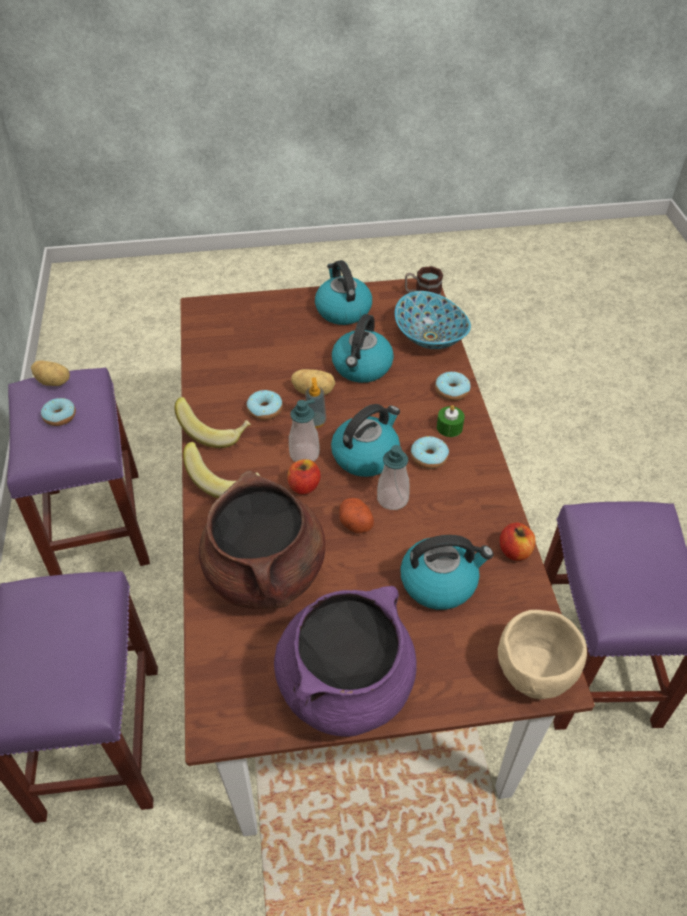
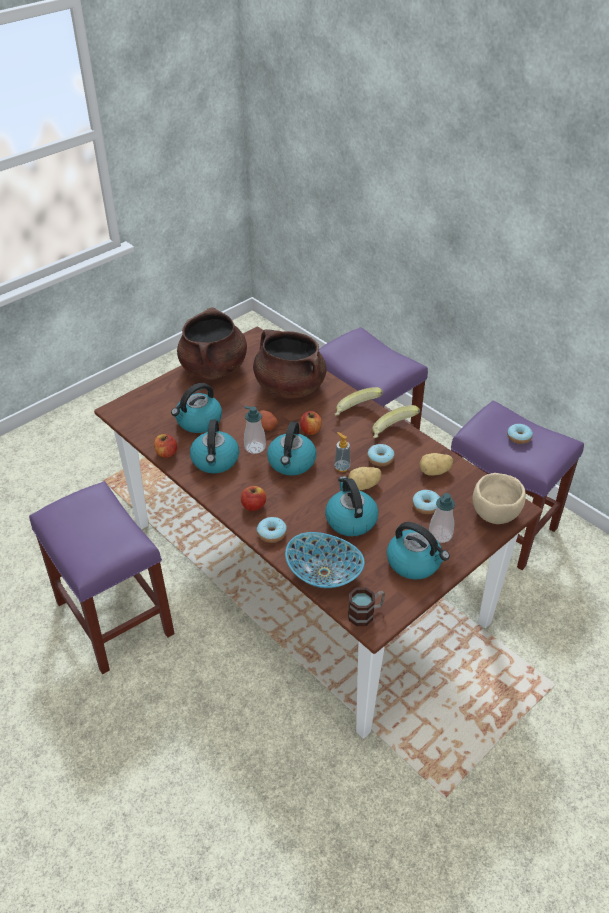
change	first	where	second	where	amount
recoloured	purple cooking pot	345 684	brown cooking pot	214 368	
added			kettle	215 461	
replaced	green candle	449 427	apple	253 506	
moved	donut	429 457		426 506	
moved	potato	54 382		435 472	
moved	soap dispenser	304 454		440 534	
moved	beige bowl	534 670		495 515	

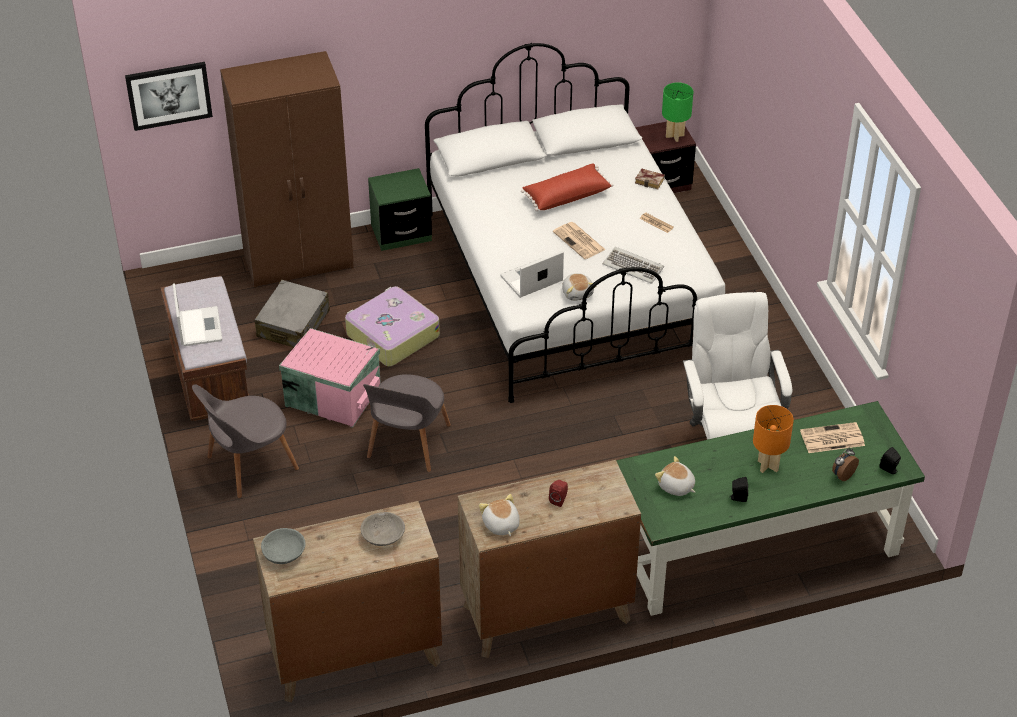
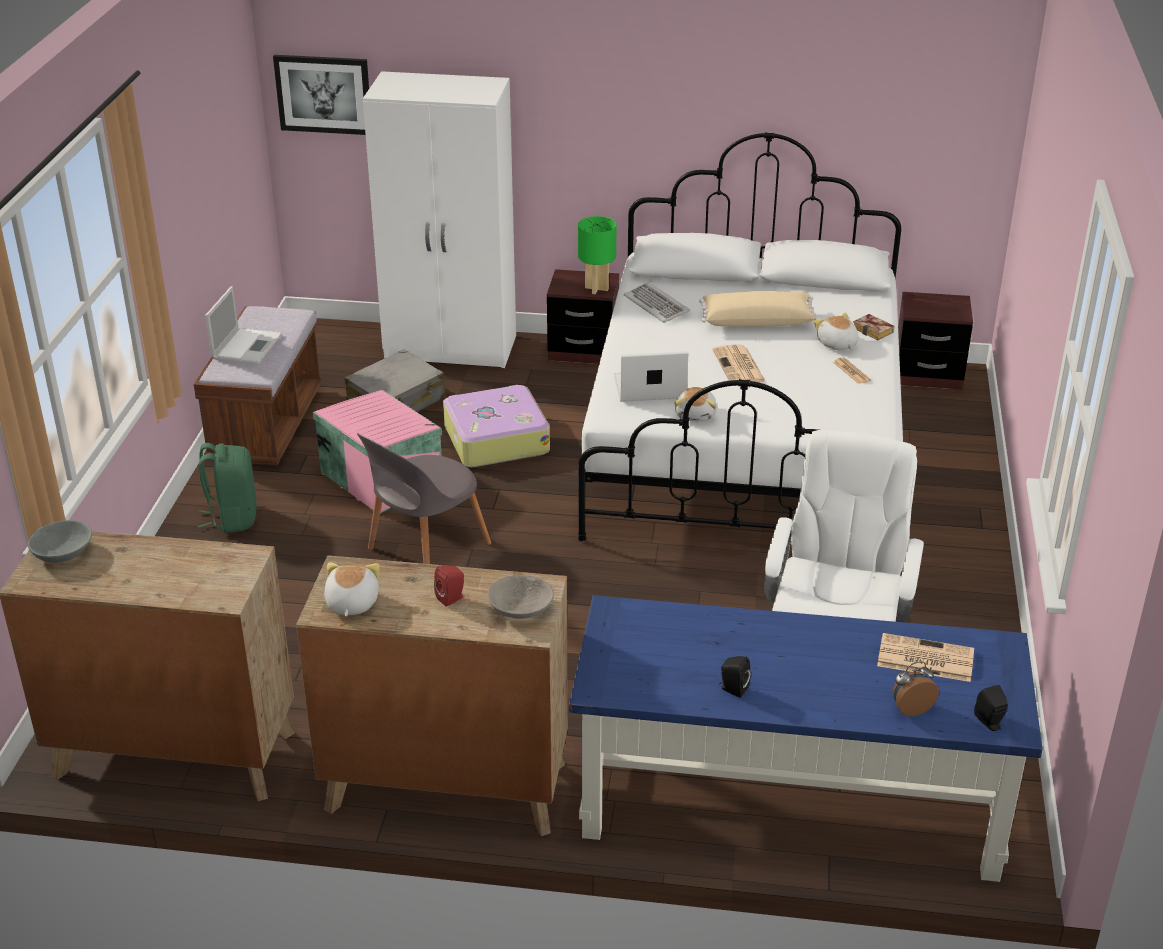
change	first	where	second	where	amount
replaced	grey chair	249 465	green backpack	232 518	
recoloured	brown wardrobe	300 261	white wardrobe	451 348	
moved	grey bowl	383 536		520 609	
recoloured	green nightstand	401 233	brown nightstand	583 350	
recoloured	green desk	756 549	blue desk	788 804	
moved	green table lamp	675 136		597 288	
moved	keyboard	633 267		657 305	
recoloured	red pillow	566 195	beige pillow	757 321	
moved	plush toy	676 487		836 344	
removed	orange table lamp	768 465			

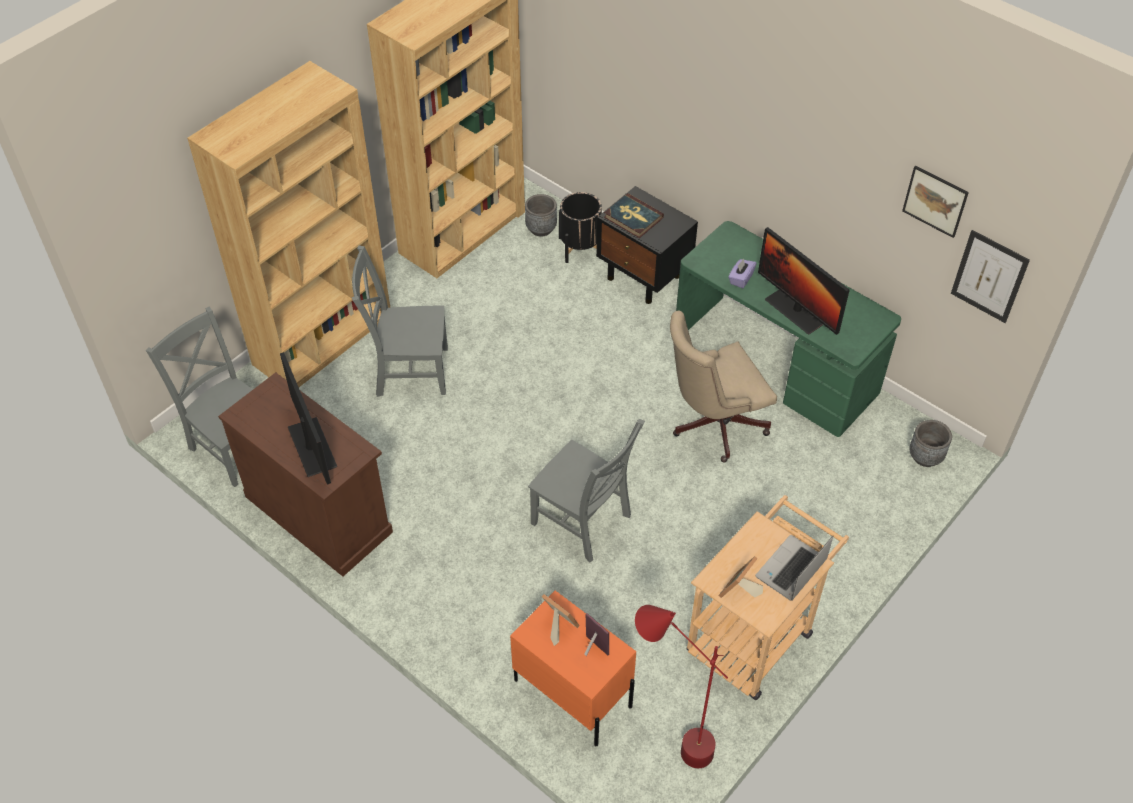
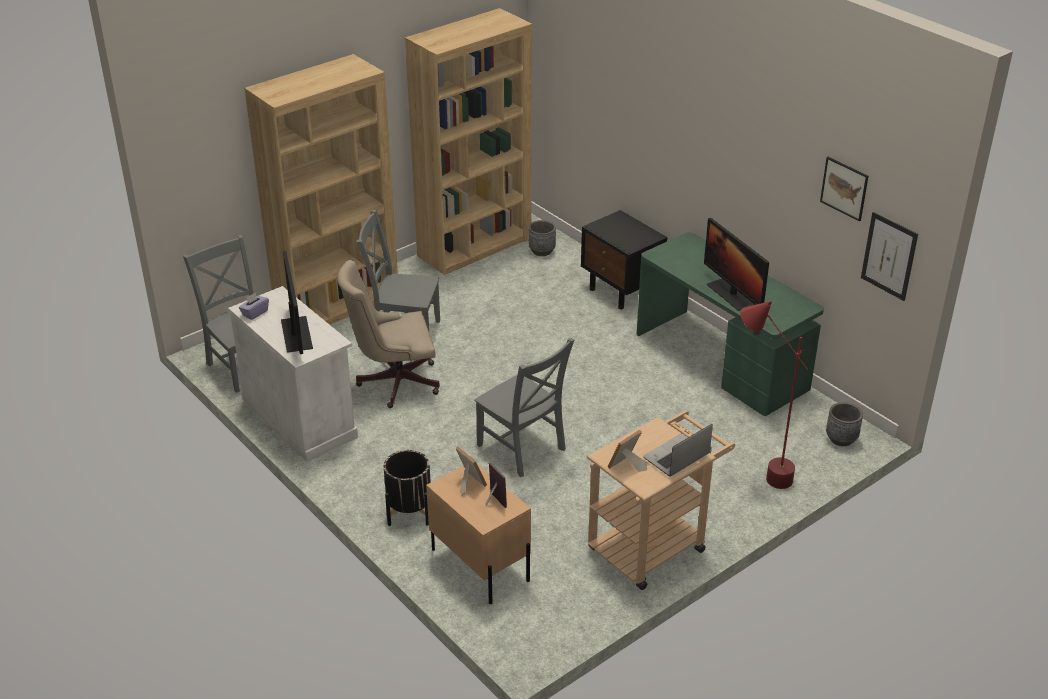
change	first	where	second	where	amount
recoloured	brown cabinet	319 514	white cabinet	300 418	
moved	purple tissue box	740 279		255 313	
moved	beige office chair	712 424		393 382	
moved	black planter	580 247		409 511	
recoloured	orange nightstand	572 692	beige nightstand	479 564	
moved	red floor lamp	670 743		758 472	
removed	book	633 218			

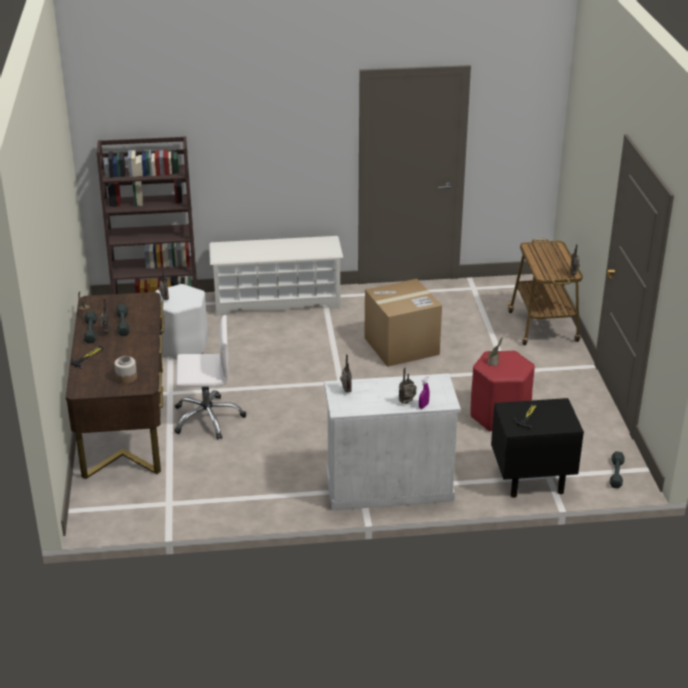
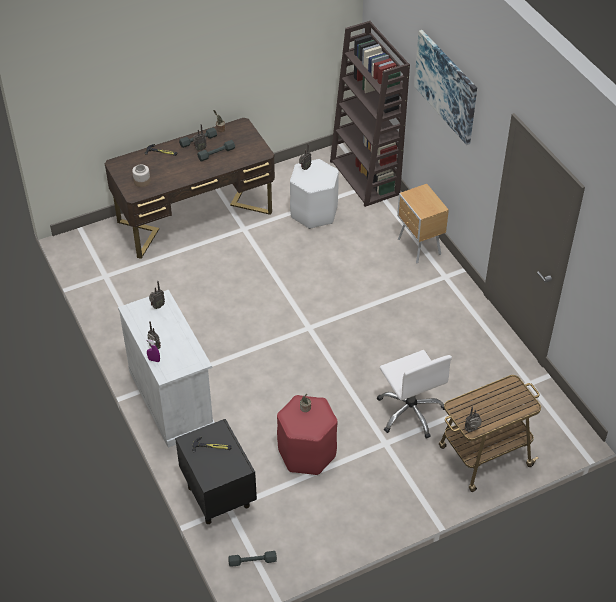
change	first	where	second	where	amount
moved	white office chair	207 418		411 412	
replaced	white shoe rack	277 301	brown nightstand	419 248	
added			picture	446 86	
removed	cardboard box	401 346			

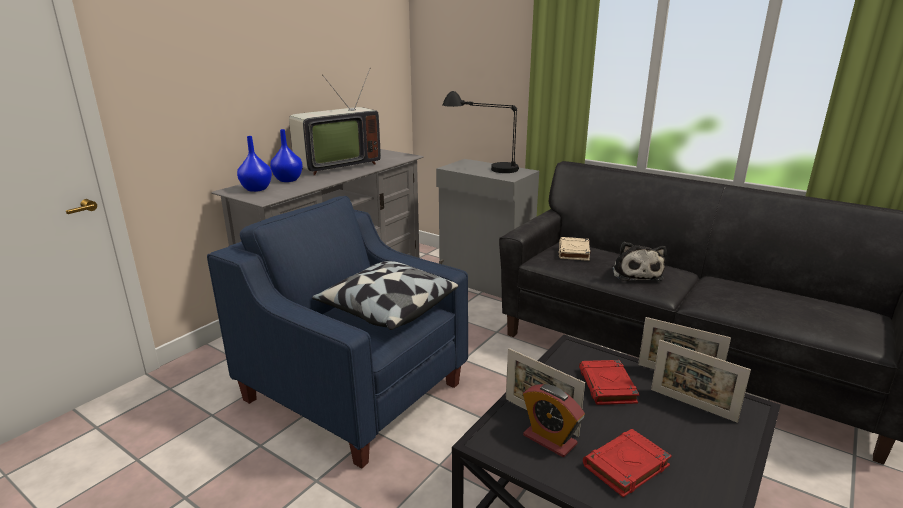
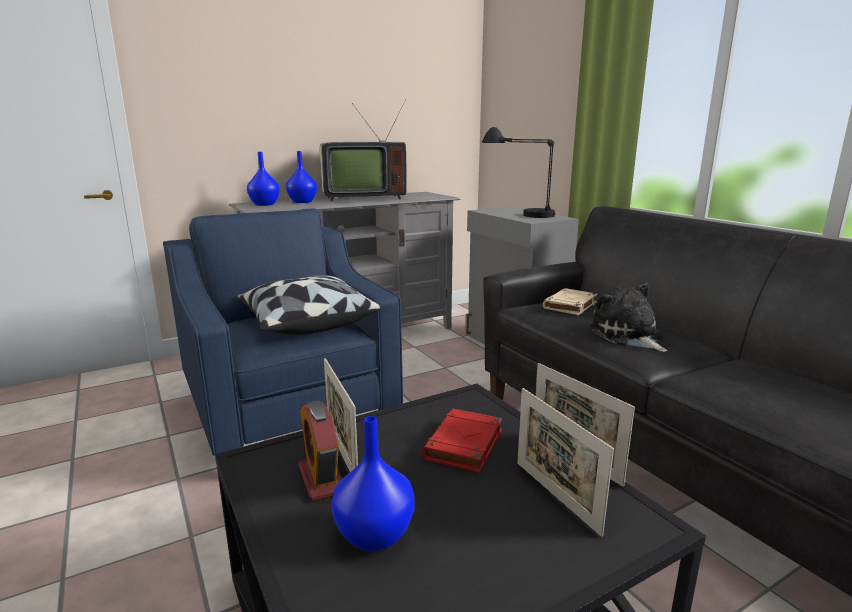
change	first	where	second	where	amount
replaced	red book	626 466	blue vase	373 536	
turned	plush toy	636 273		628 336	135 degrees clockwise

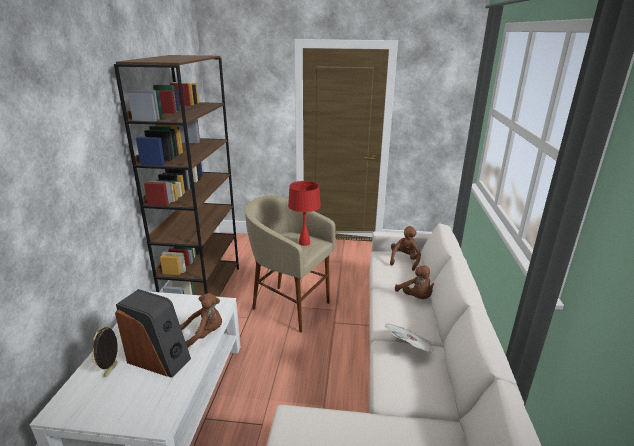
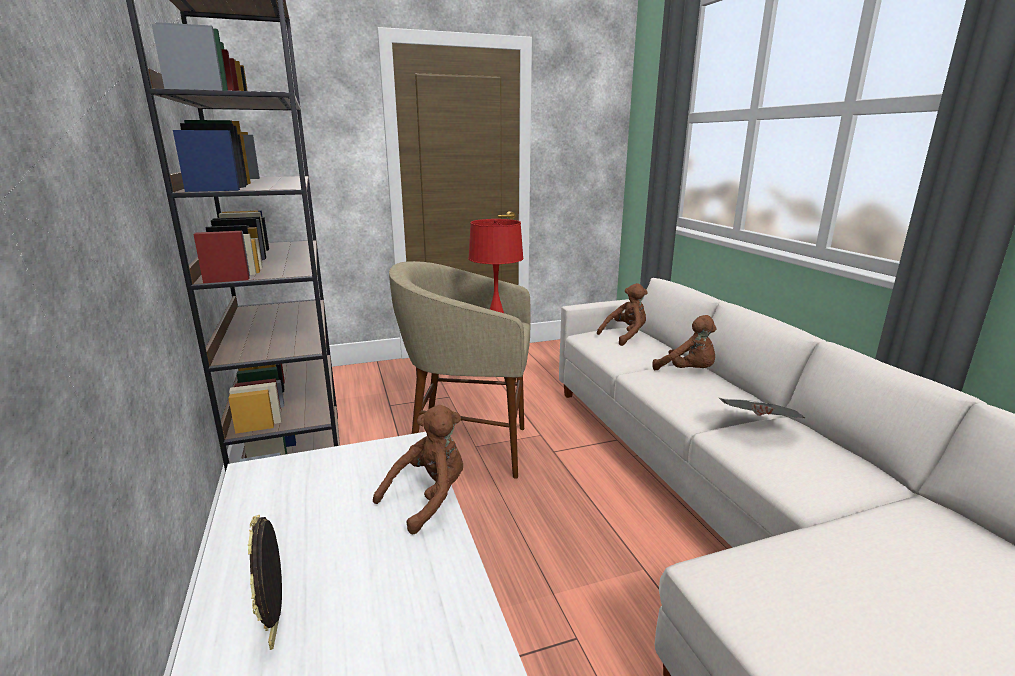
change	first	where	second	where	amount
turned	brown plush toy	404 260		625 336	60 degrees clockwise
removed	speaker	159 359			

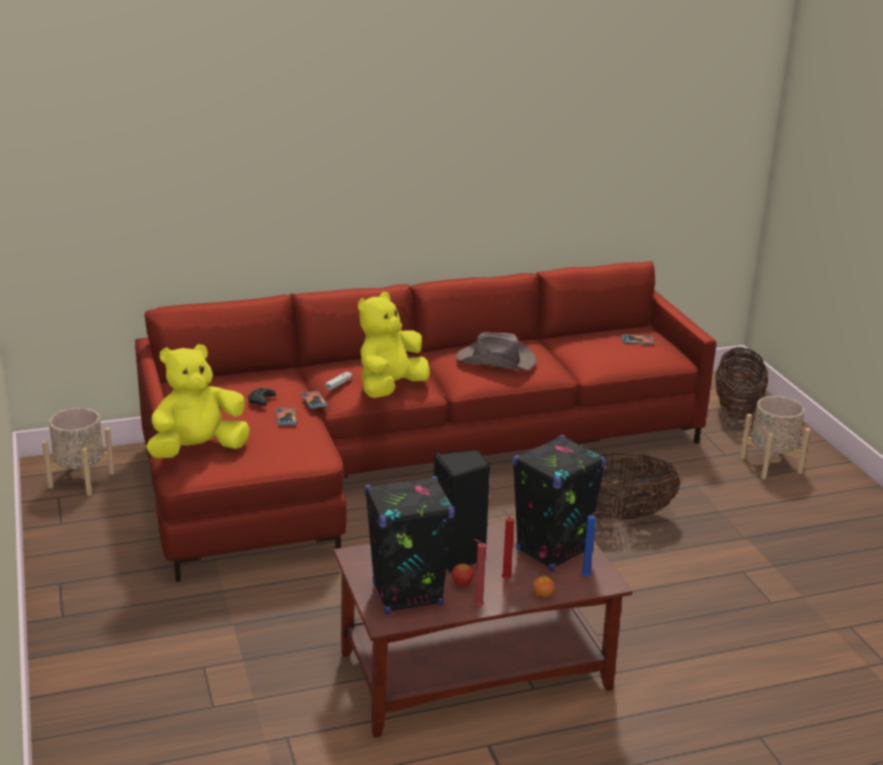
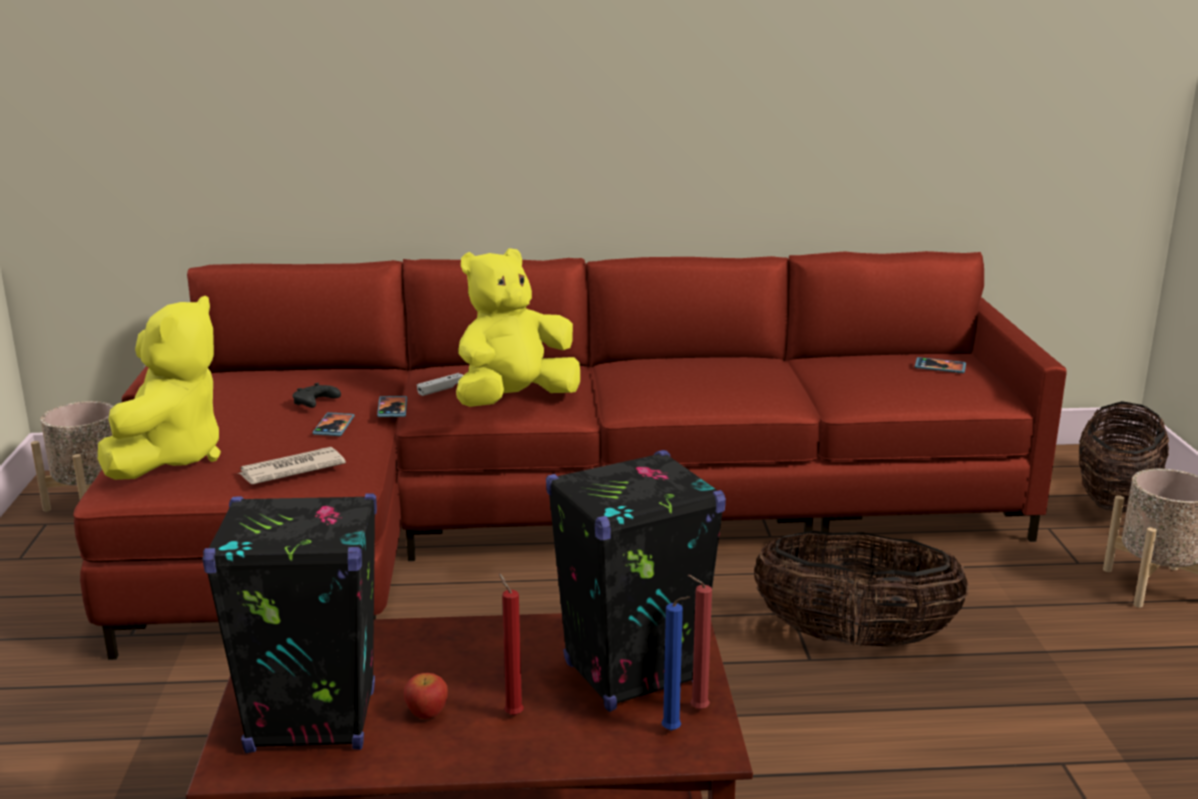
change	first	where	second	where	amount
turned	yellow plush toy	198 450		170 457	120 degrees clockwise
added			newspaper	290 470	
moved	red candle	476 607		696 709	
removed	black speaker	459 556			
removed	brown hat	496 361			
removed	apple	542 594			

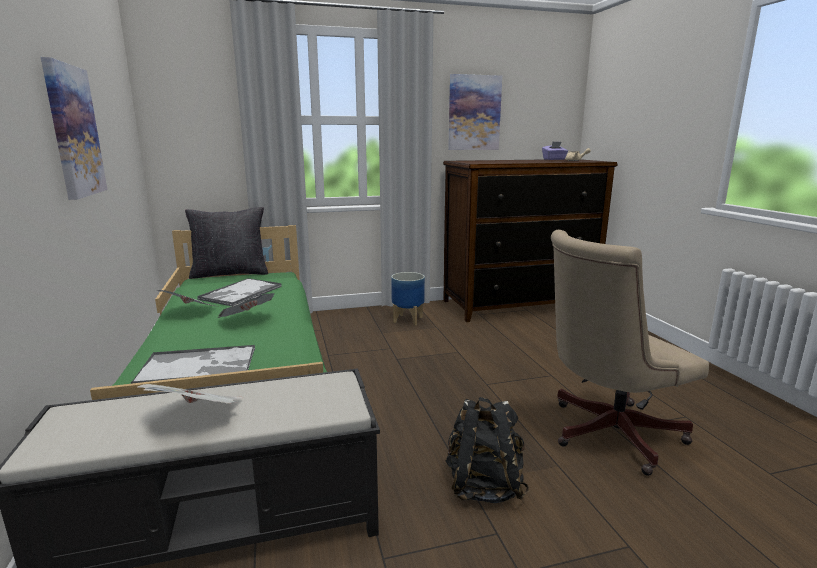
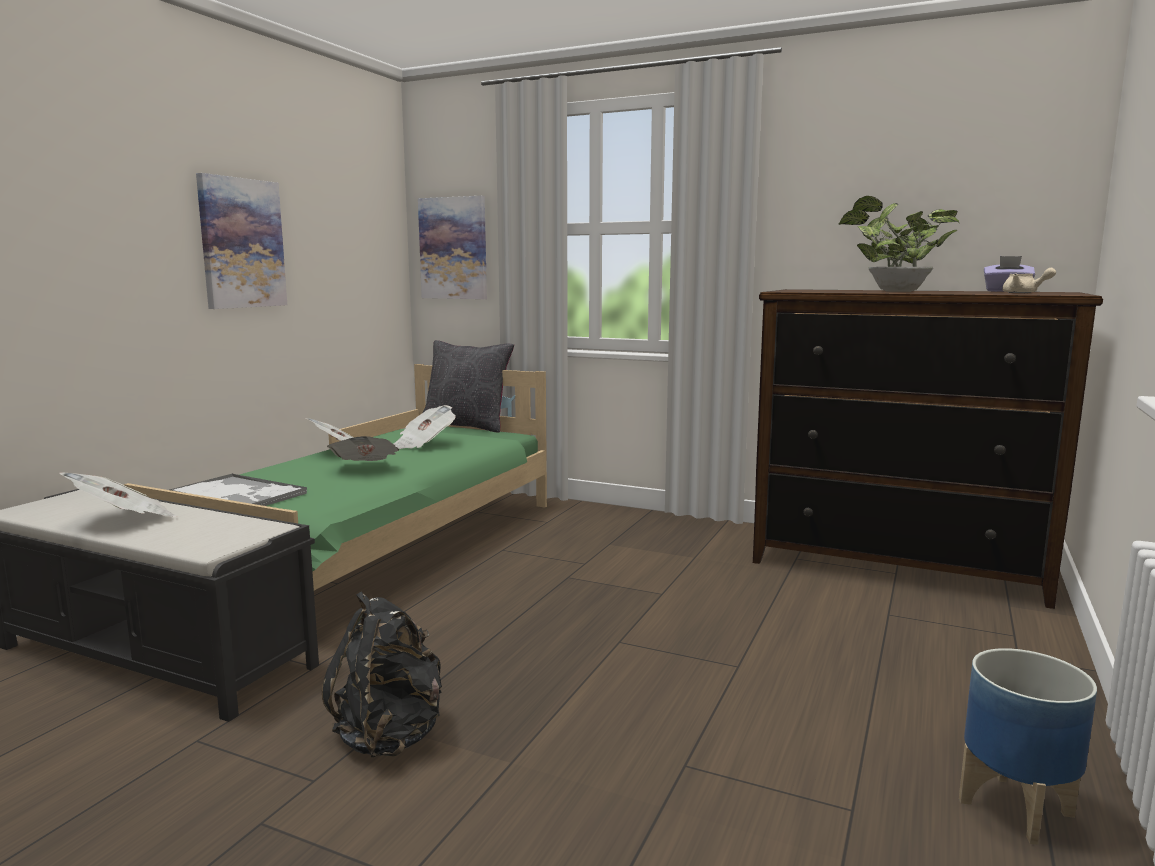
change	first	where	second	where	amount
replaced	tray	240 293	newspaper	423 444	
moved	picture	474 113		453 248	
added			potted plant	893 291	
moved	planter	408 319		1016 807	
removed	beige office chair	606 434			

